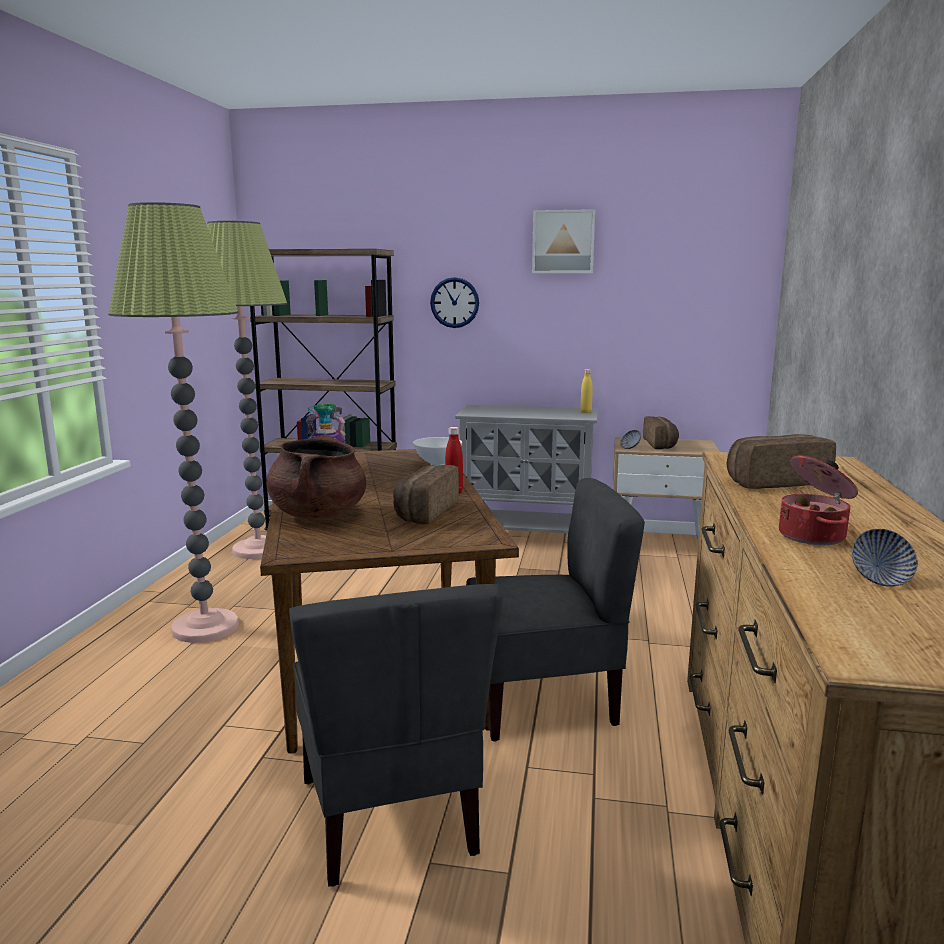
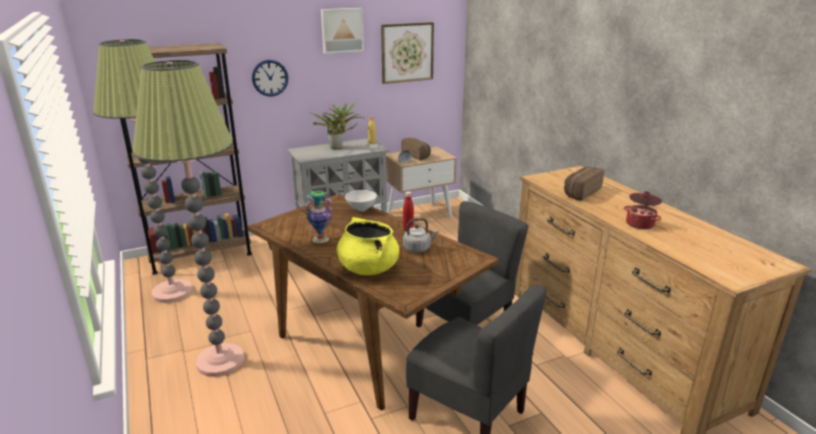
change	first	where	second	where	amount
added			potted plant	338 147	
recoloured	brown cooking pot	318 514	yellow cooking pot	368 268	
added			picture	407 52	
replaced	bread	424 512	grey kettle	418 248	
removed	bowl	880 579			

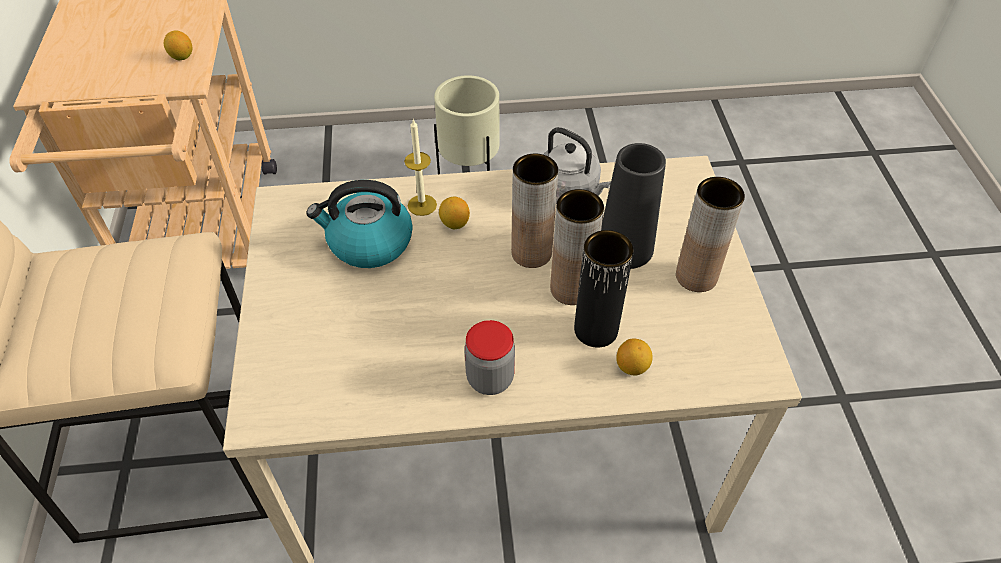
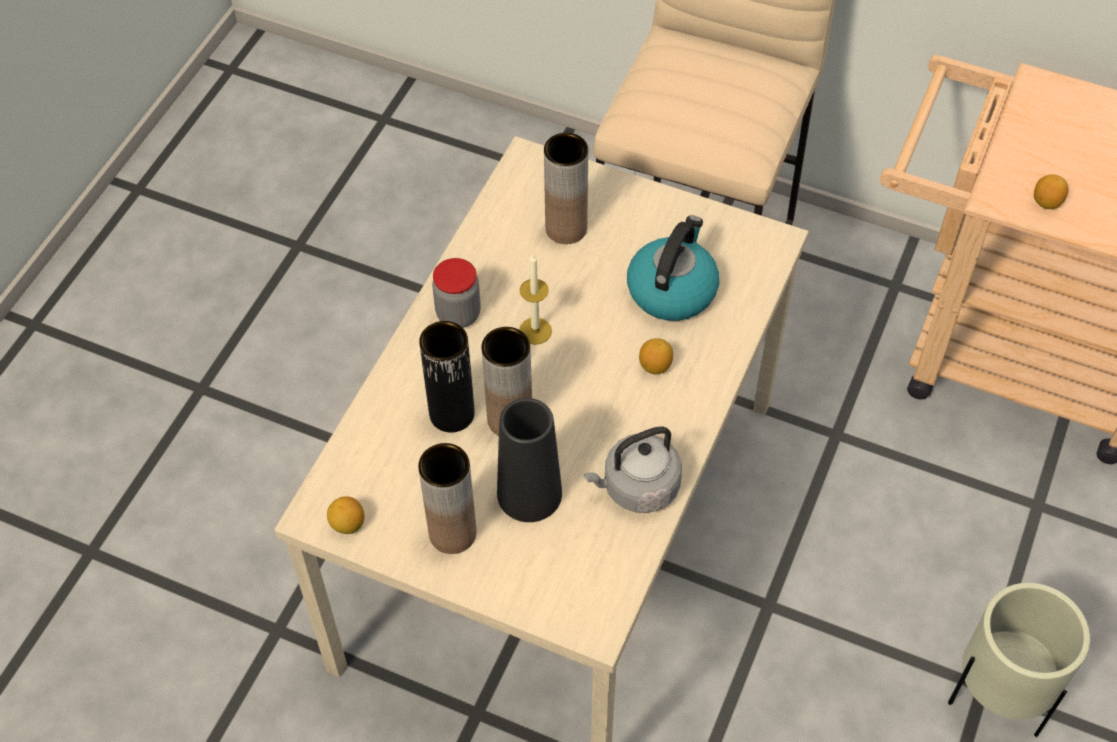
change	first	where	second	where	amount
moved	lemon	632 367		348 524	
moved	candle	422 205		535 331	
moved	brown vase	531 253		566 228	

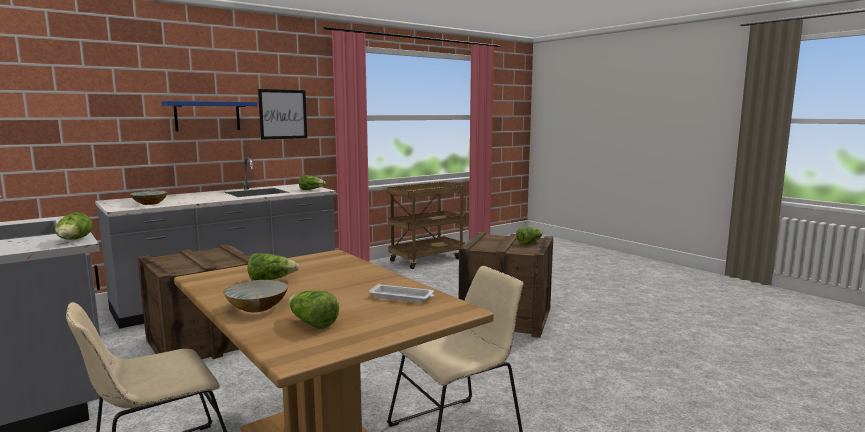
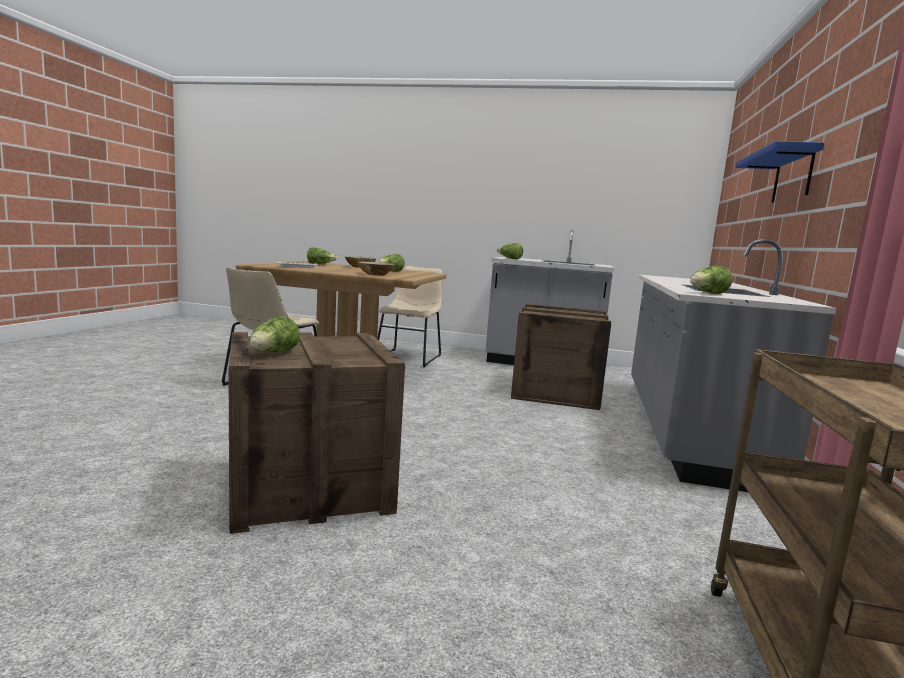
change	first	where	second	where	amount
moved	bowl	150 203		375 274	
removed	picture	283 114			

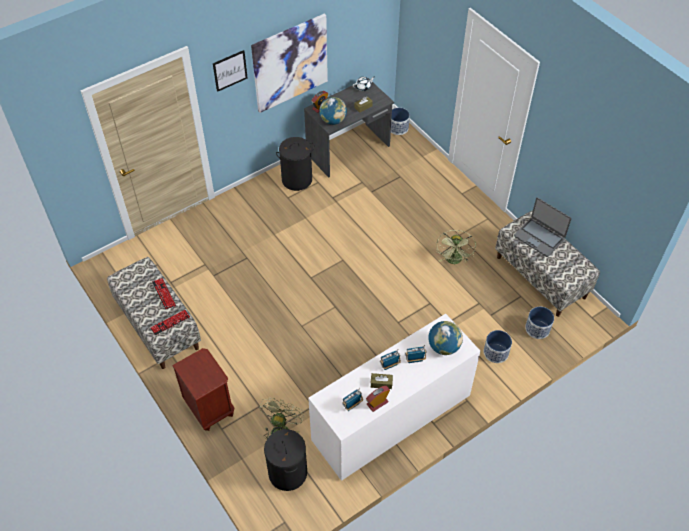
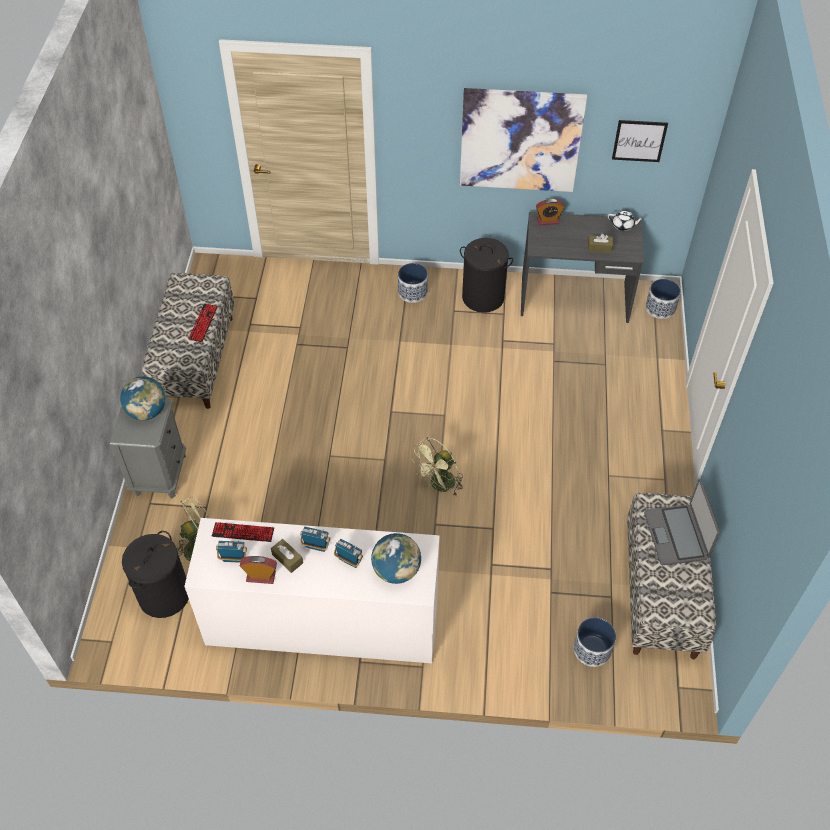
change	first	where	second	where	amount
recoloured	brown nightstand	209 408	grey nightstand	160 474	
moved	globe	333 120		147 411	
moved	keyboard	170 323		243 532	
moved	planter	496 353		412 292	
moved	green fan	454 261		439 486	
moved	picture	230 70		639 140	

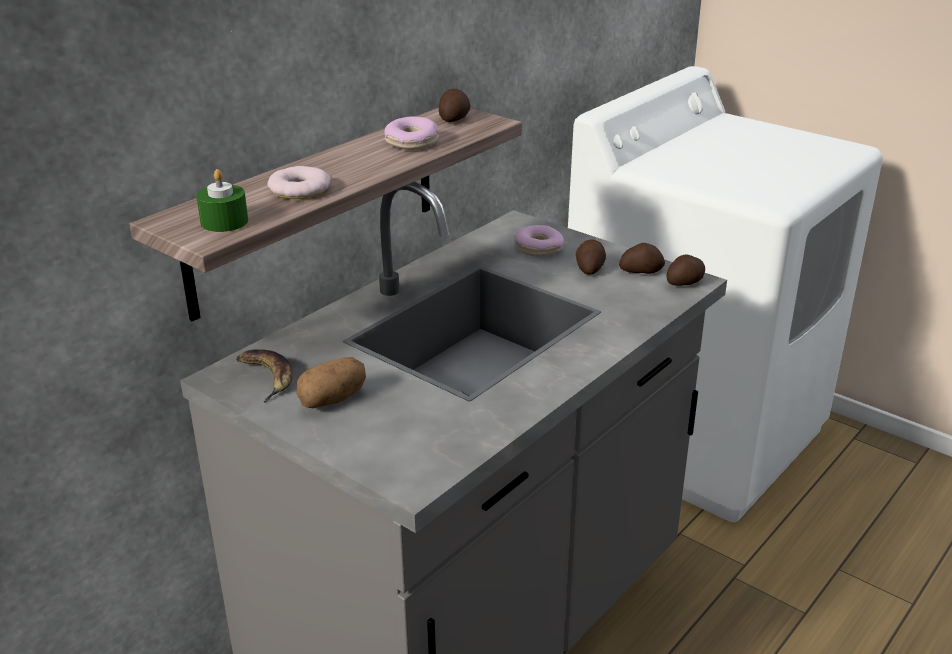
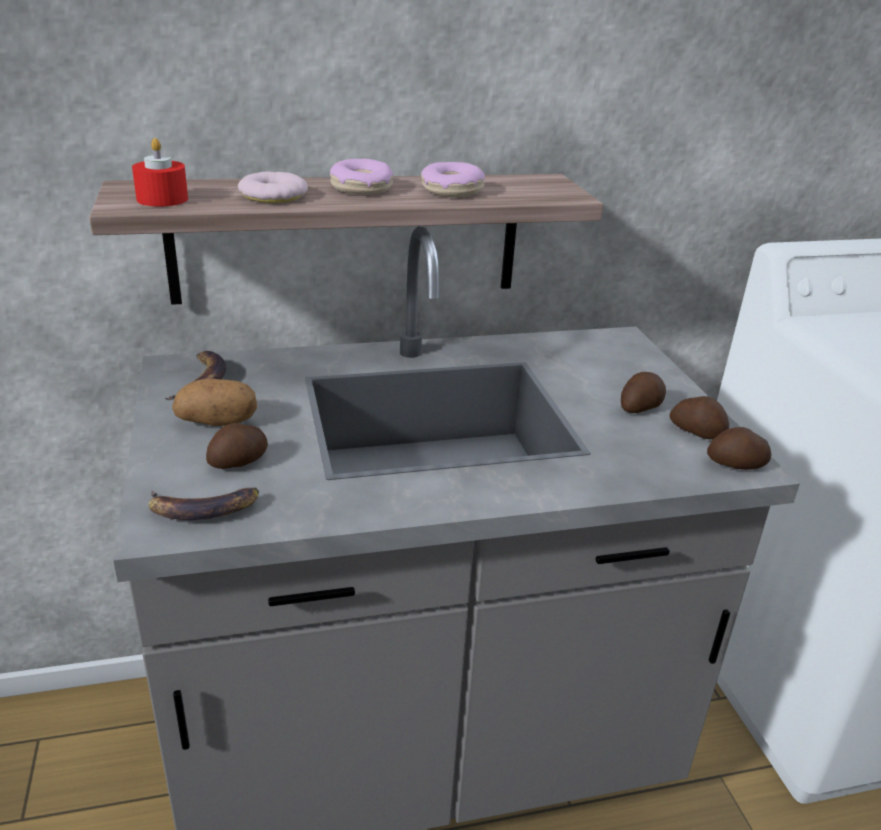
change	first	where	second	where	amount
recoloured	green candle	224 222	red candle	162 199	
added			banana	203 508	
moved	potato	455 119		240 462	
moved	donut	538 249		361 188	

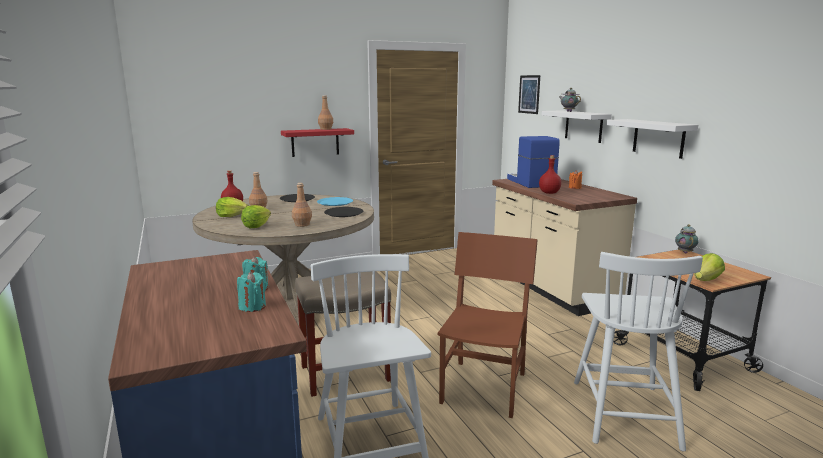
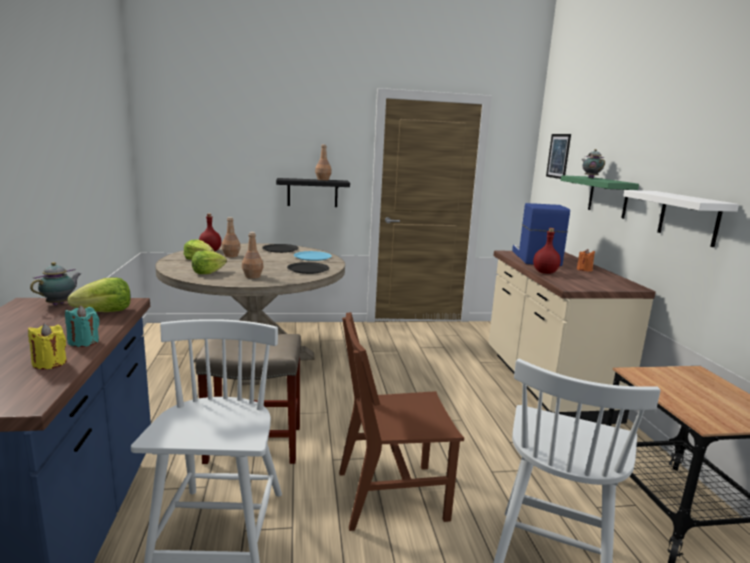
change	first	where	second	where	amount
recoloured	turquoise candle	252 307	yellow candle	49 363	
moved	teapot	684 252		60 304	
moved	lettuce	705 280		105 312	
recoloured	red shelf	315 142	black shelf	312 192	
turned	brown chair	484 387		391 495	135 degrees counterclockwise
recoloured	white shelf	583 126	green shelf	608 197	

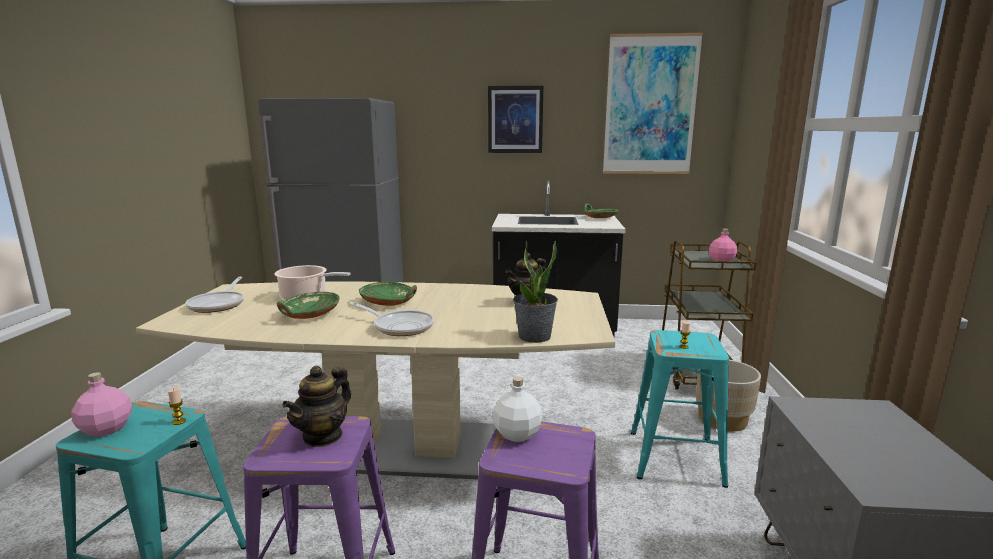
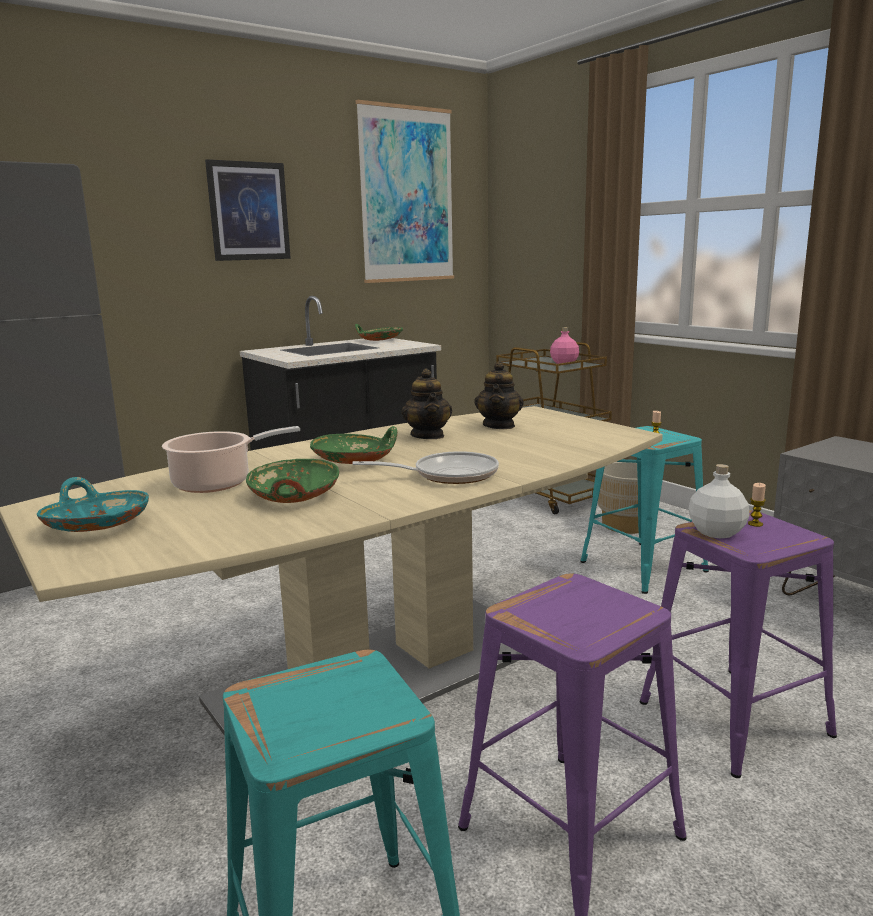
change	first	where	second	where	amount
replaced	frying pan	219 304	turquoise bowl	97 526	
moved	teapot	323 436		428 436	
moved	candle	179 421		755 524	
removed	pink bottle	106 429			
removed	potted plant	534 337			

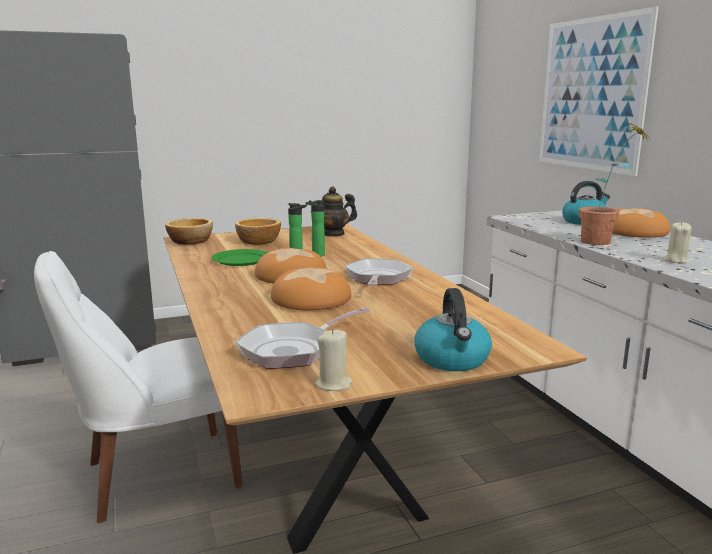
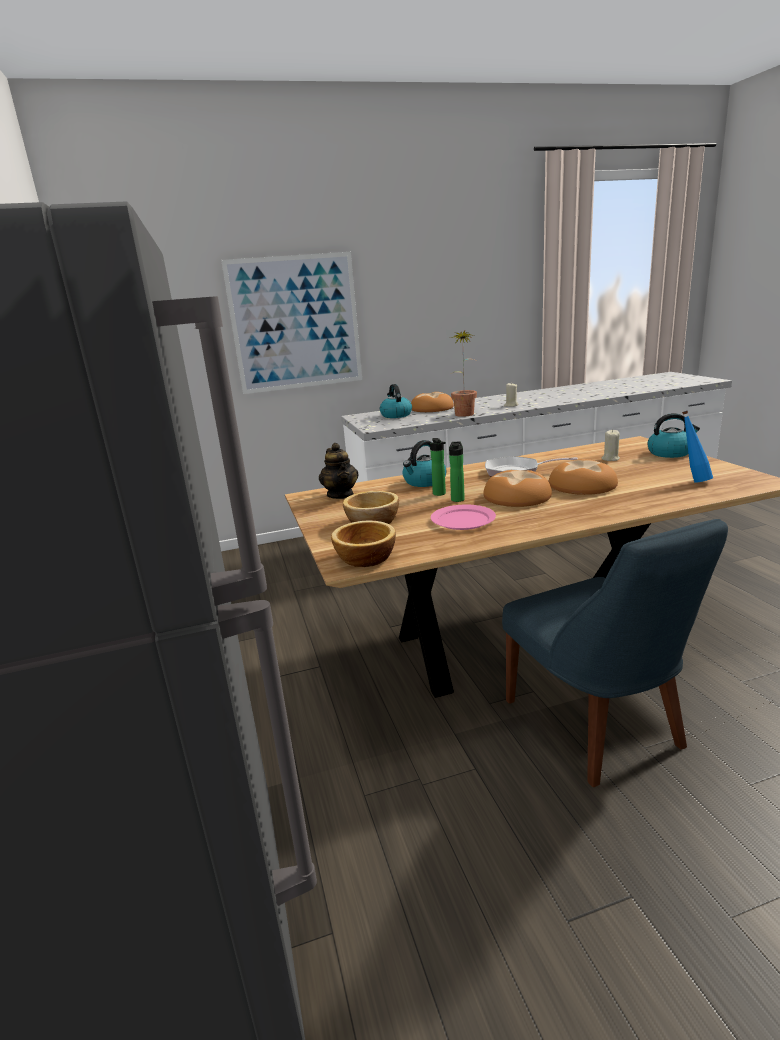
change	first	where	second	where	amount
added			kettle	424 482	
recoloured	green plate	241 260	pink plate	462 520	
recoloured	white chair	155 475	blue chair	597 727	
moved	beige candle	334 384		610 459	
replaced	frying pan	293 350	blue bottle	693 481	

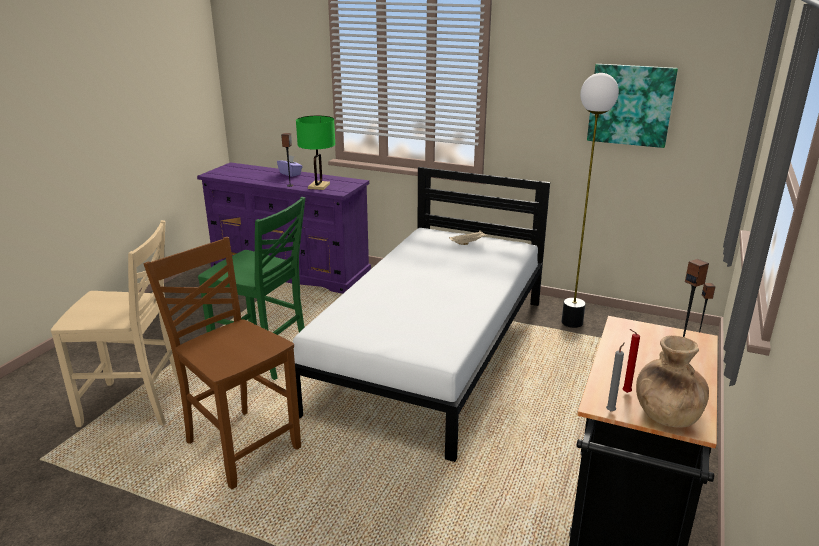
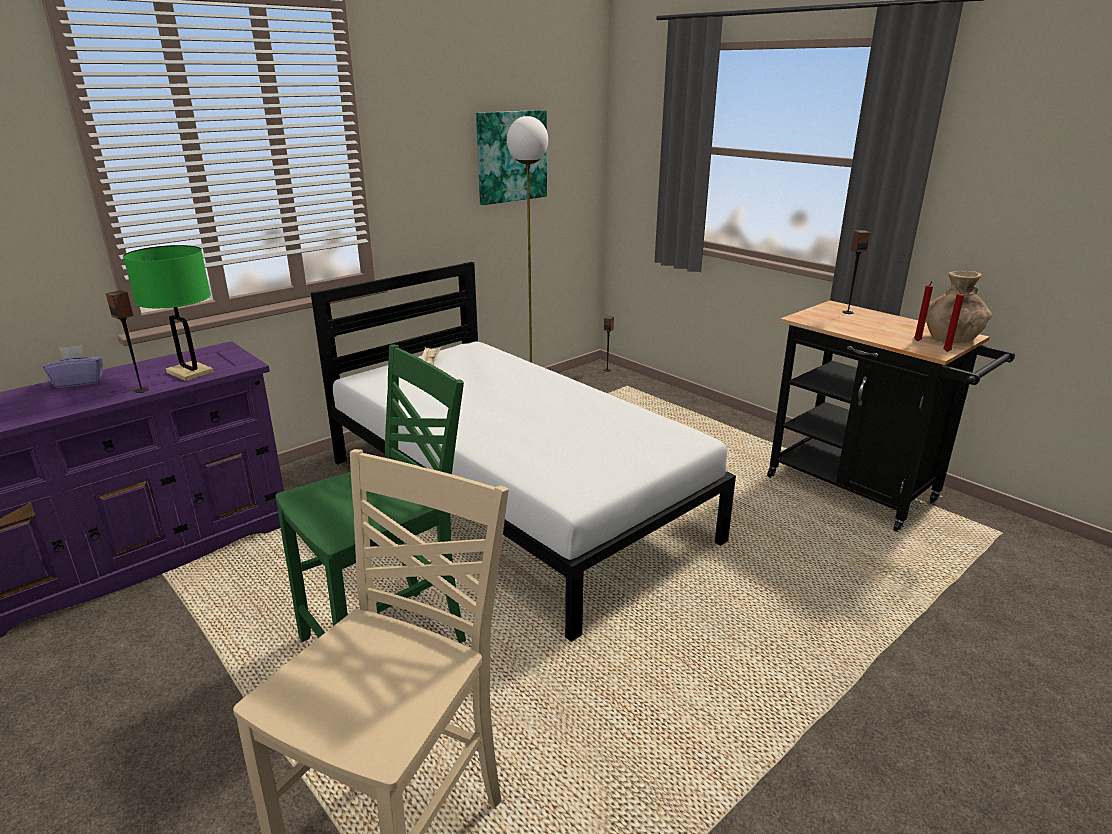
change	first	where	second	where	amount
recoloured	grey candle	611 410	red candle	945 351	
removed	brown chair	240 445			

